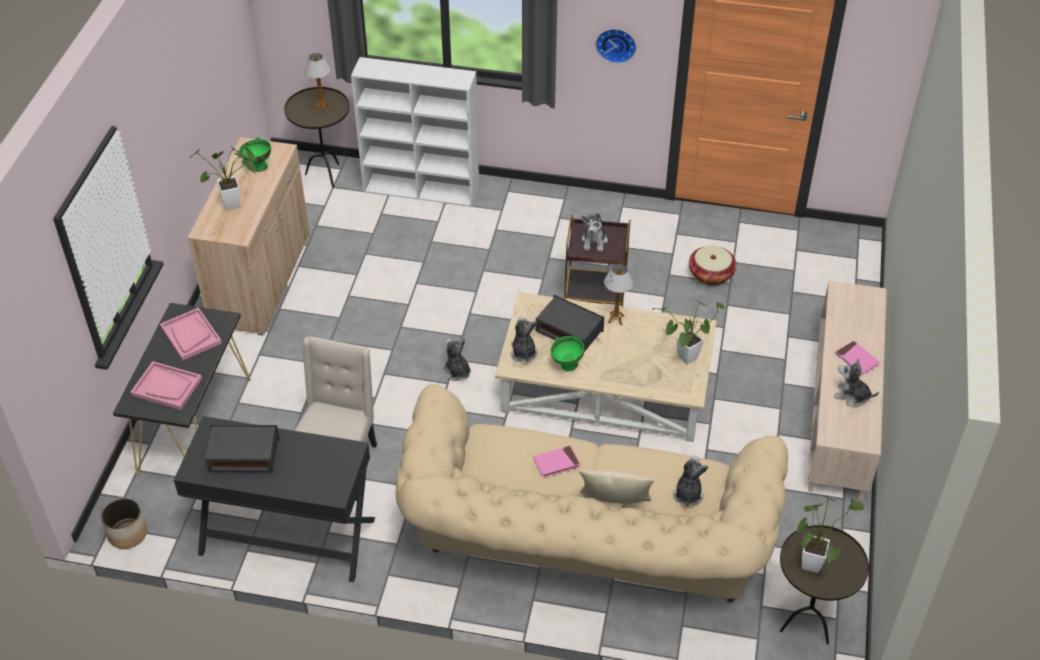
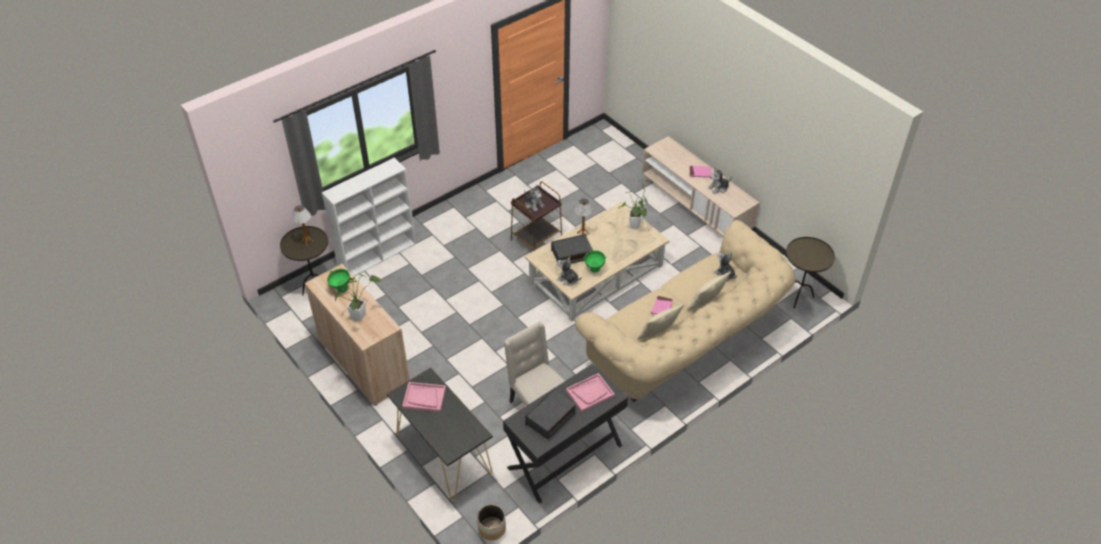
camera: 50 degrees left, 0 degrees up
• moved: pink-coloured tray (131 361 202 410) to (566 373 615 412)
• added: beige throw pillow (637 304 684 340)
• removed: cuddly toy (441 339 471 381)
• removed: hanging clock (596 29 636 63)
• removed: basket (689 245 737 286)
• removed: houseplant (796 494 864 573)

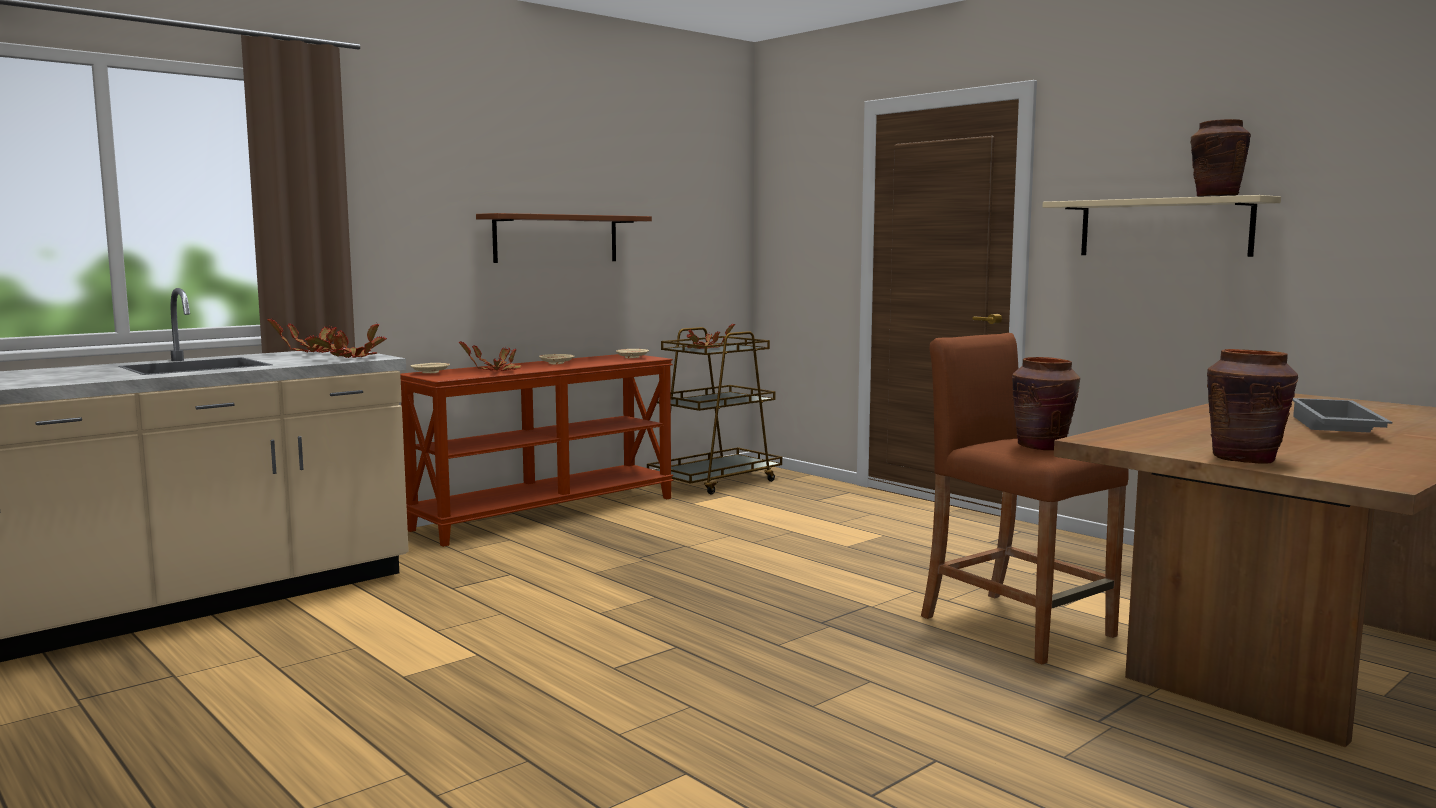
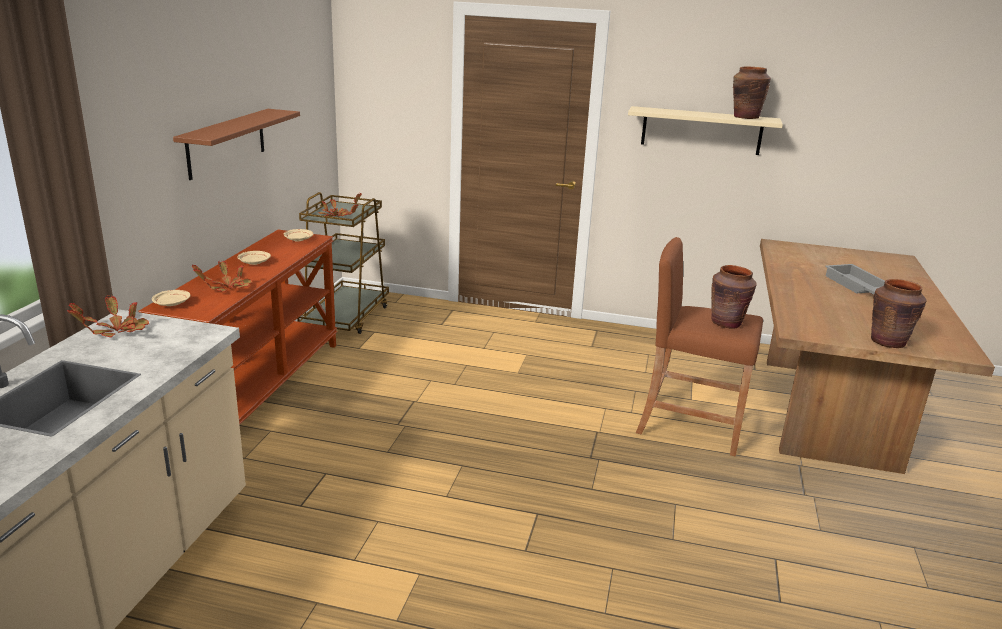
camera: 35 degrees left, 15 degrees up
• removed: houseplant (305 323 387 358)

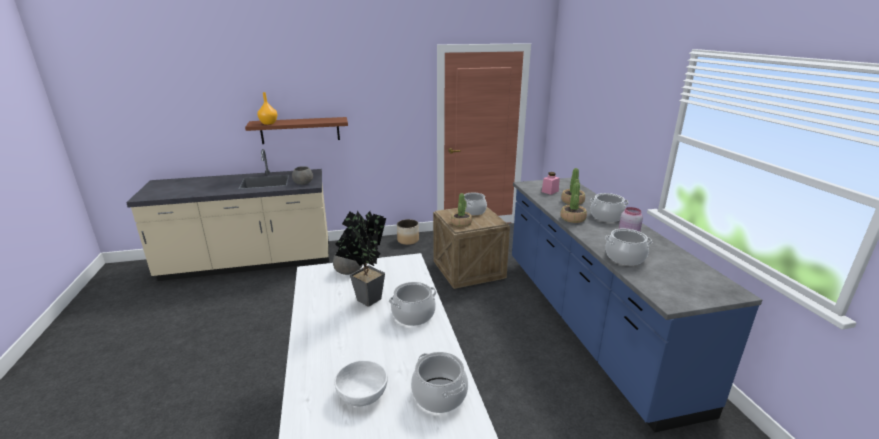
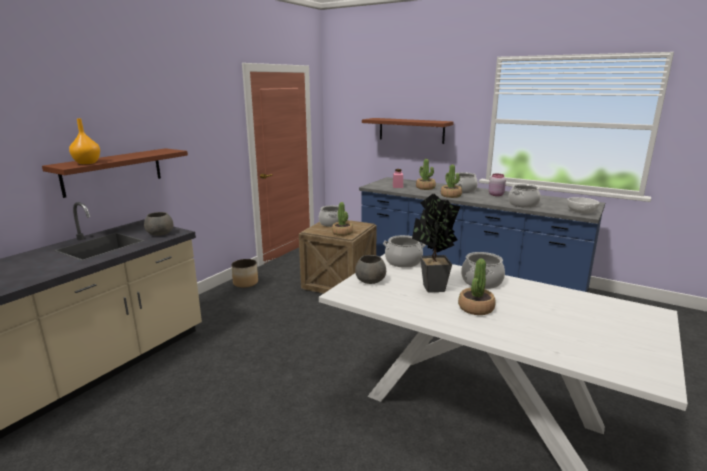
camera: 45 degrees left, 5 degrees down
• added: brown shelf (362 118 454 144)
• moved: cooking pot (411 352 468 413) to (383 235 426 268)
• added: houseplant (458 258 496 315)
• moved: white-coloured serving bowl (334 360 388 406) to (567 197 600 213)

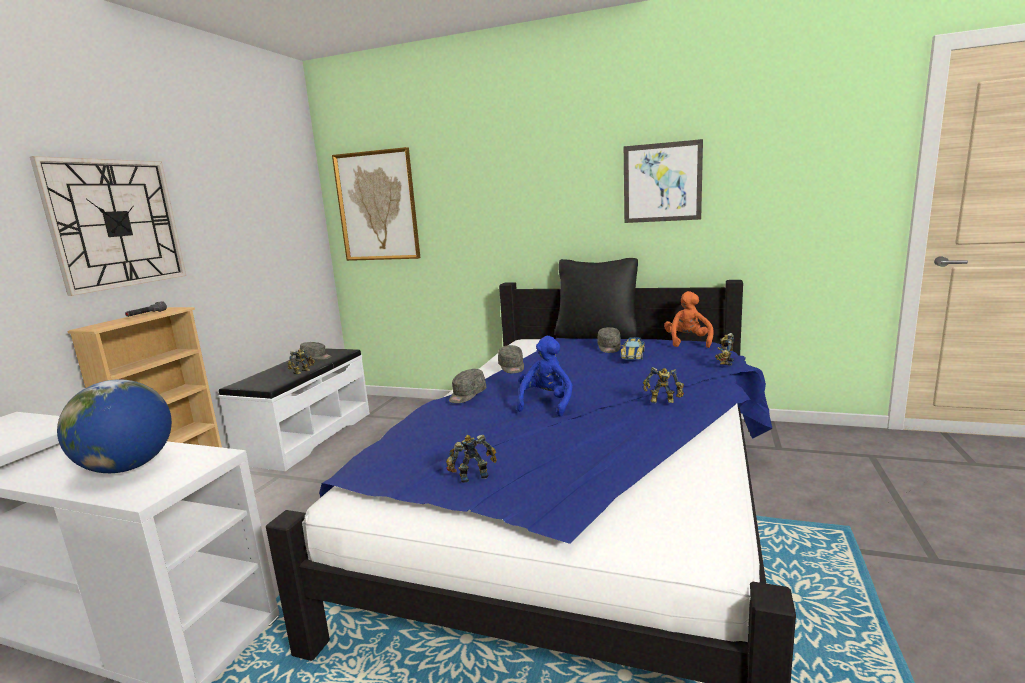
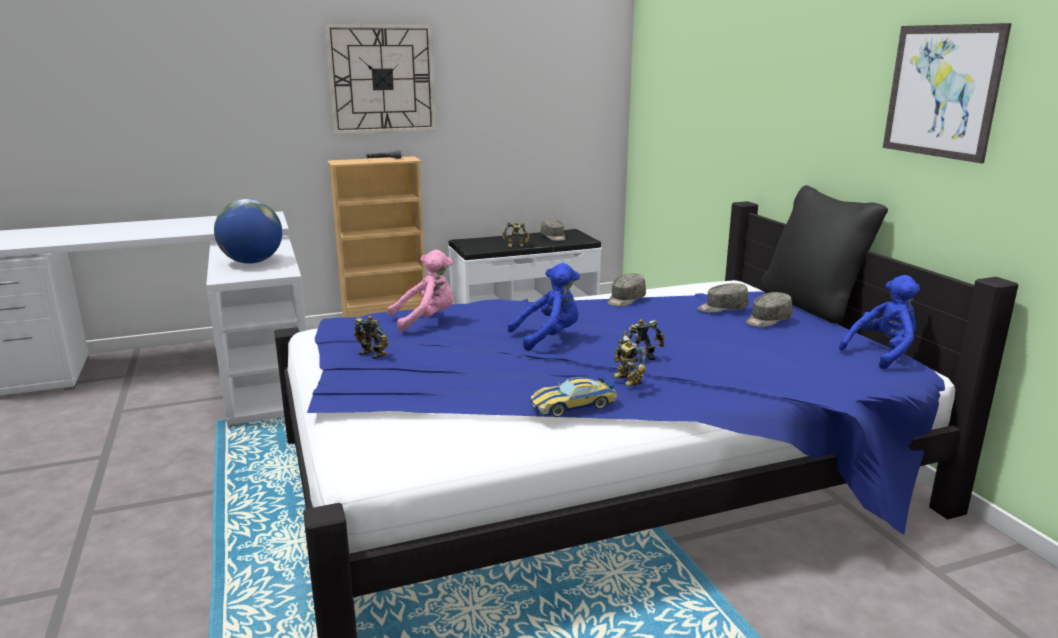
camera: 50 degrees right, 5 degrees up
• added: pink-coloured cuddly toy (388 250 454 332)
• moved: toy car (621 337 645 360) to (531 377 618 417)
• moved: robot figure (715 333 734 366) to (618 319 665 362)
• moved: greyish baseball cap (449 369 486 403) to (697 283 749 313)
• recoloured: orangey cuddly toy (664 291 714 348) to bluish cuddly toy (839 275 920 369)
• removed: wall picture (332 147 420 261)

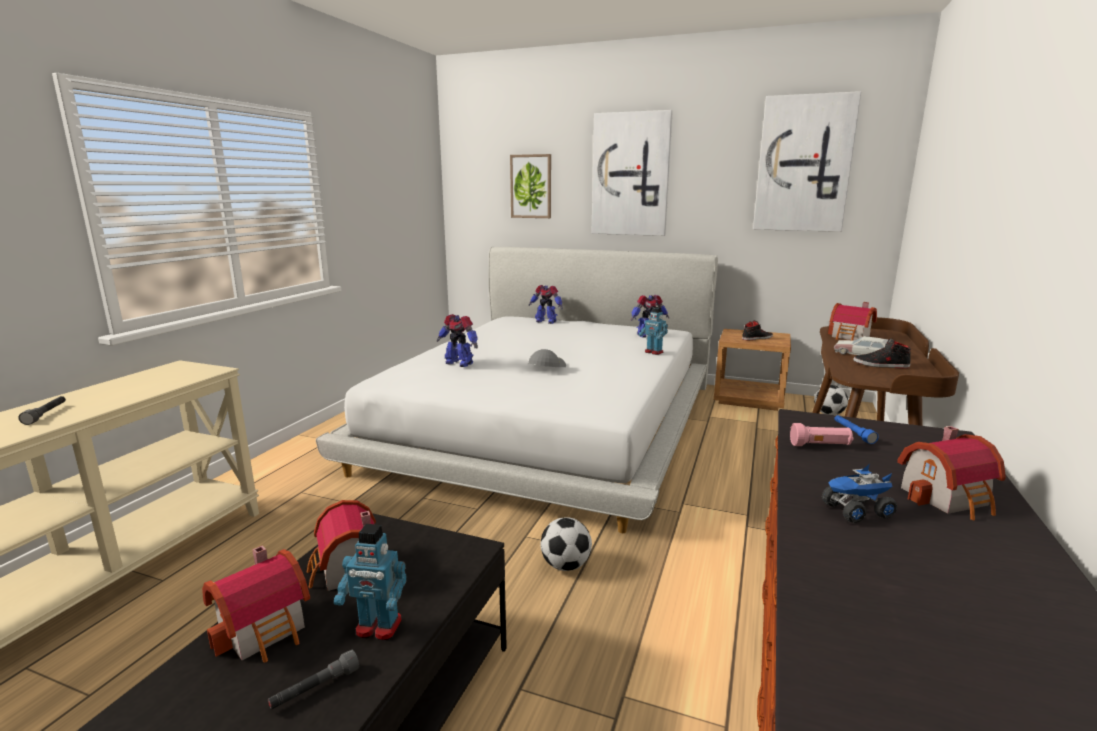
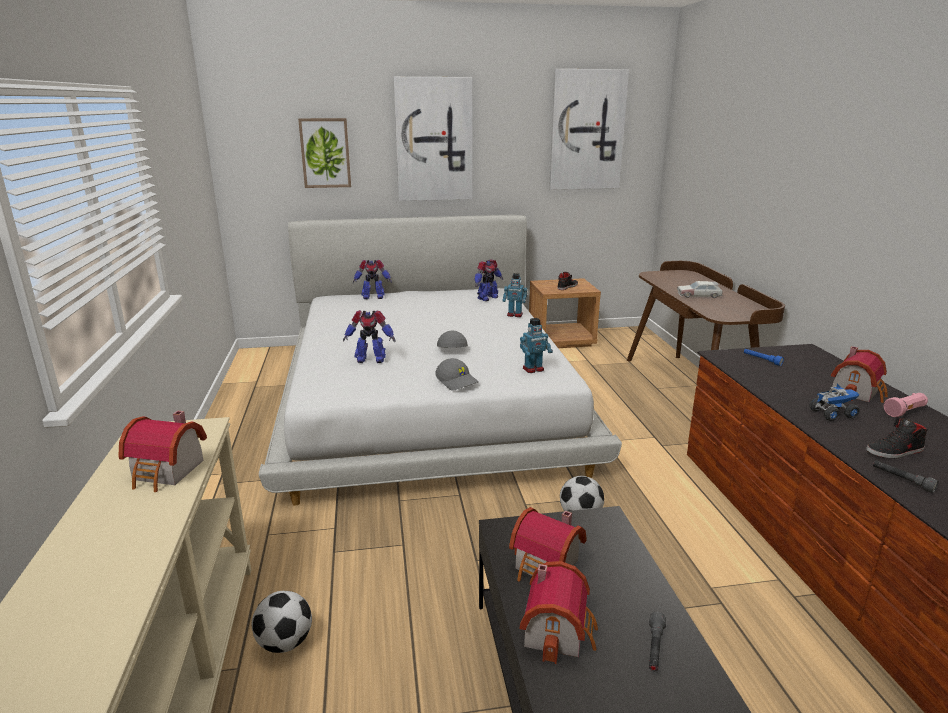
camera: 30 degrees left, 5 degrees up
• moved: toy house (828 302 877 340) to (118 411 207 492)
• moved: football ball (814 385 848 415) to (252 591 312 653)
• added: greyish baseball cap (435 358 479 391)
• moved: robot figure (334 524 407 641) to (520 318 553 373)
• turned: toy lorry (822 464 898 523) = (809 384 860 421) 150 degrees counterclockwise
• moved: black-coloured item of footwear (853 338 911 368) to (866 417 928 459)
• moved: greyish torch (18 396 66 425) to (873 460 939 493)
• moved: pink-coloured torch (790 423 853 446) to (884 393 928 417)

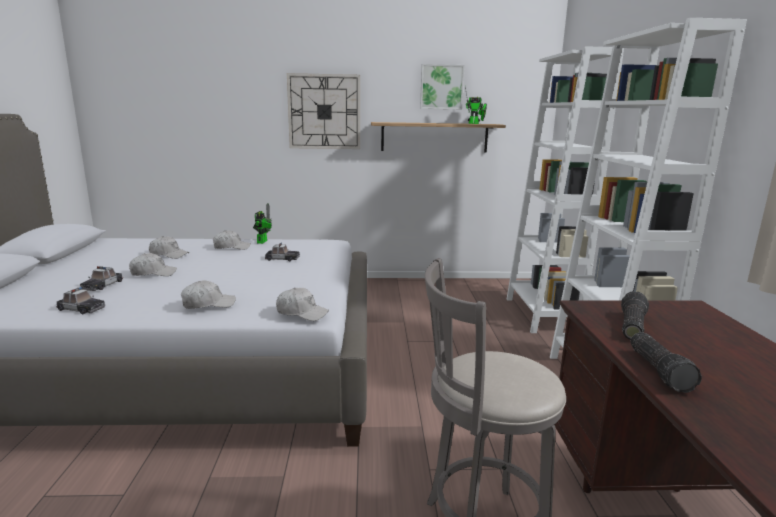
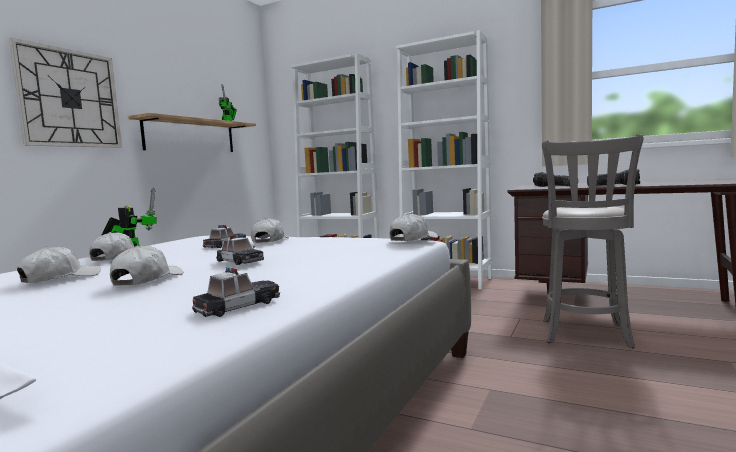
camera: 60 degrees left, 10 degrees down
• moved: toy car (80 266 123 291) to (216 234 264 265)
• moved: white-coloured baseball cap (181 280 236 309) to (251 218 289 243)
• removed: wall picture (420 64 465 109)

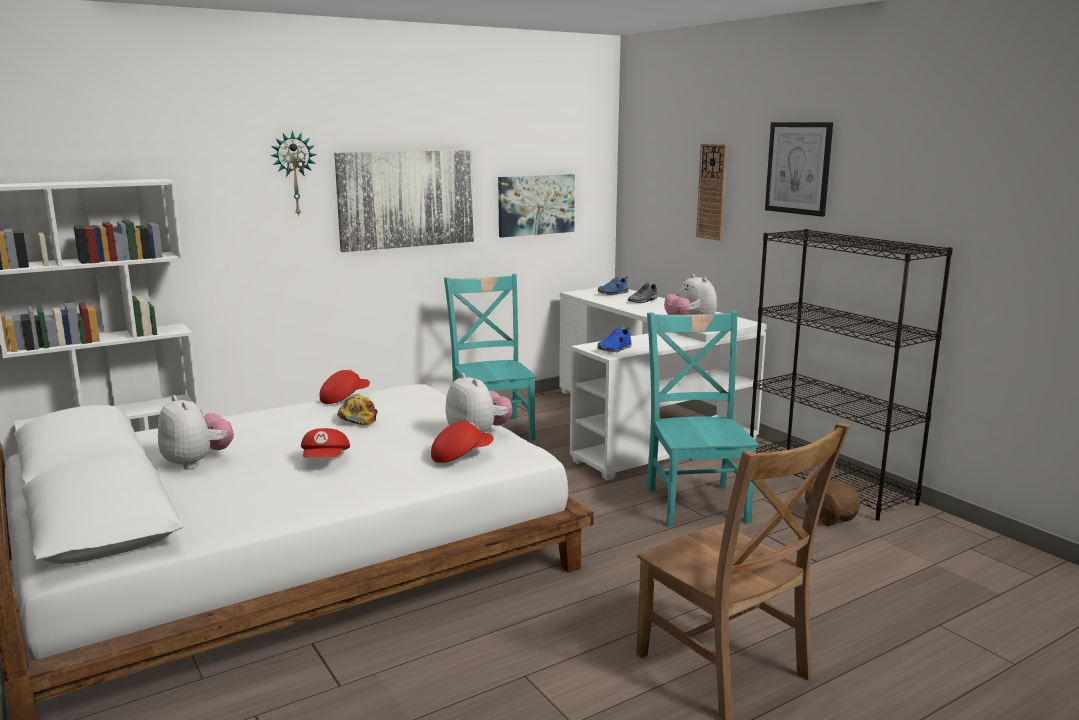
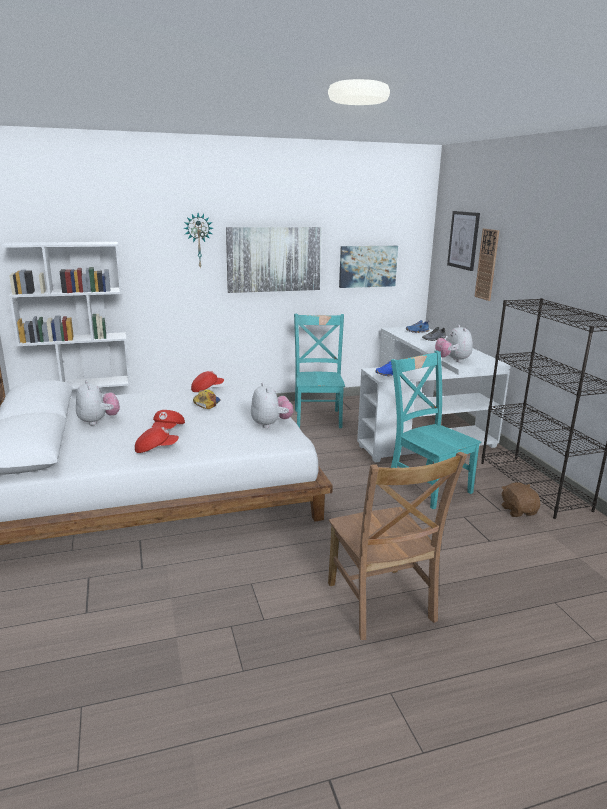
camera: 15 degrees right, 5 degrees up
• moved: red-coloured baseball cap (431 421 494 463) to (135 426 179 453)
• turned: turquoise-coloured upright chair (646 311 759 527) = (391 350 481 509) 45 degrees counterclockwise
• moved: wall picture (765 122 833 217) to (447 211 480 271)

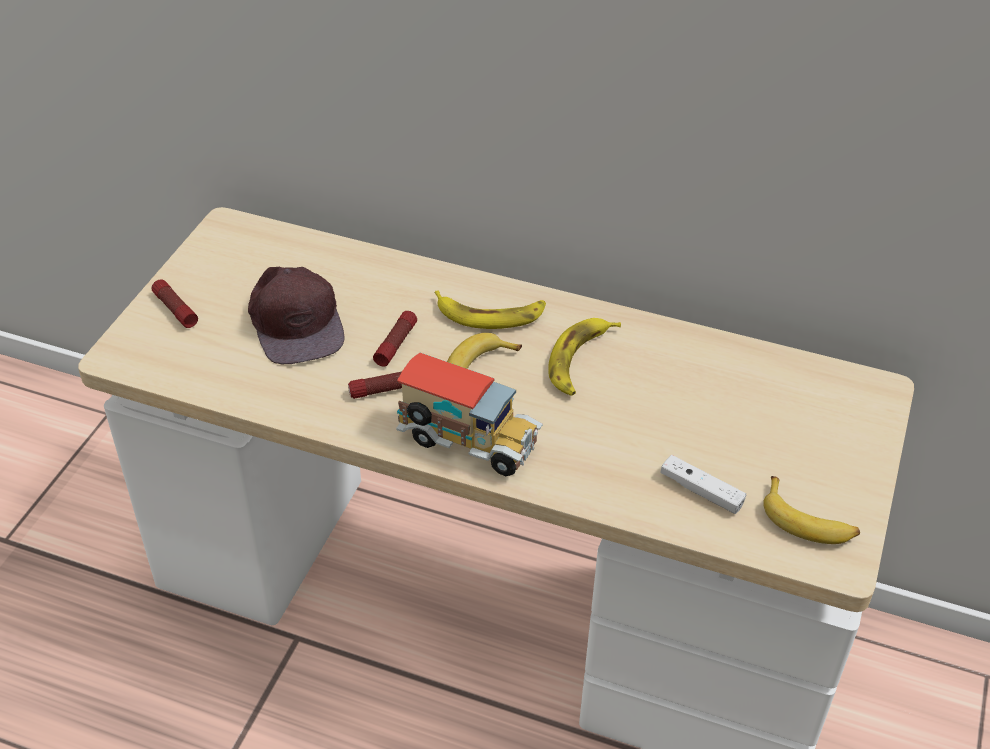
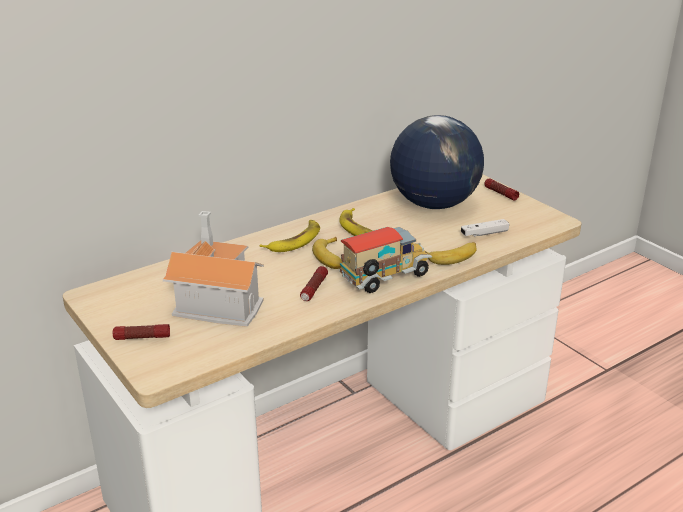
camera: 55 degrees left, 15 degrees down
• replaced: brown baseball cap (248 267 344 364) to toy house (163 211 264 327)
• added: world globe (390 115 484 209)
• moved: banana (763 476 860 544) to (427 242 477 265)
• moved: torch (373 311 417 367) to (484 178 519 201)

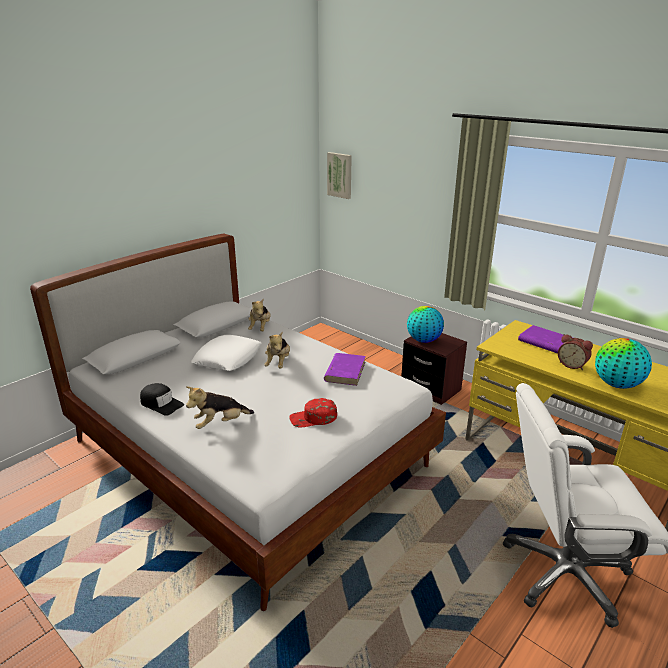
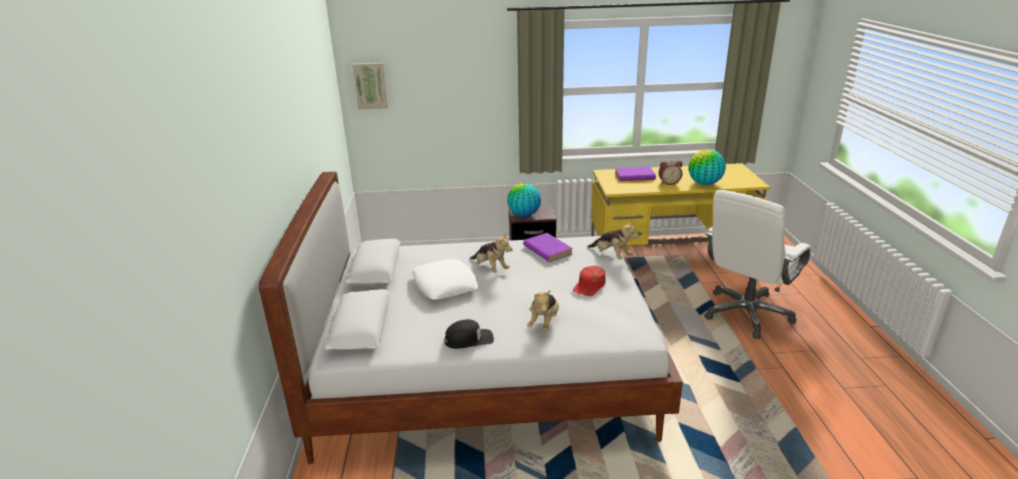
camera: 45 degrees left, 0 degrees up
• moved: cuddly toy (248 298 271 331) to (588 220 639 259)

